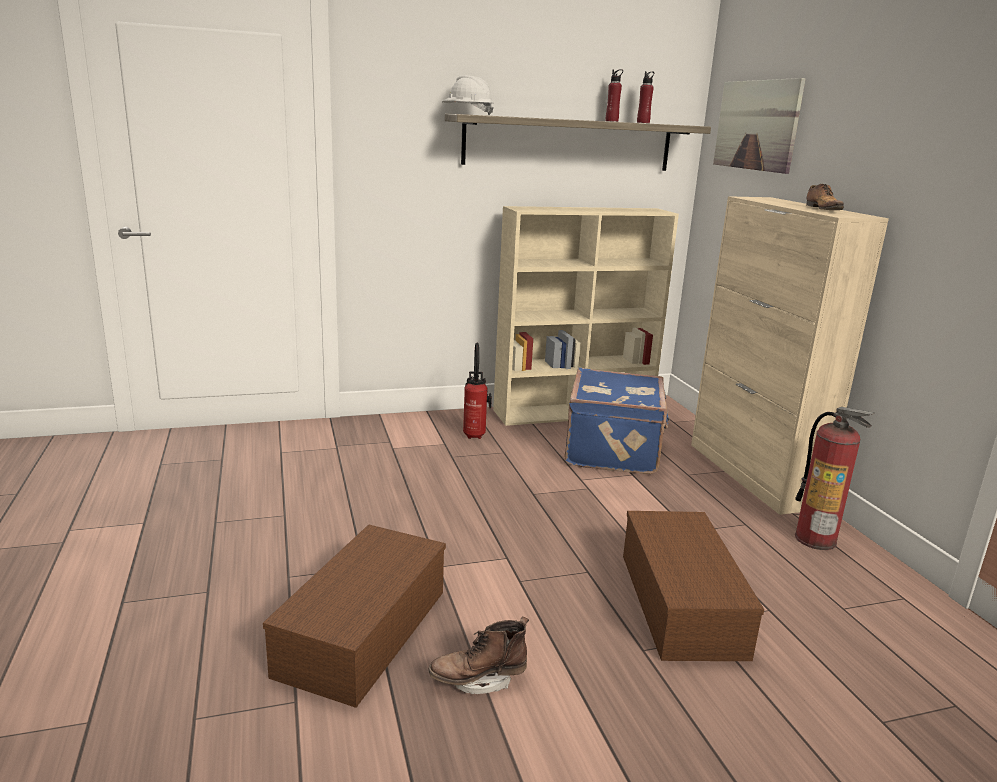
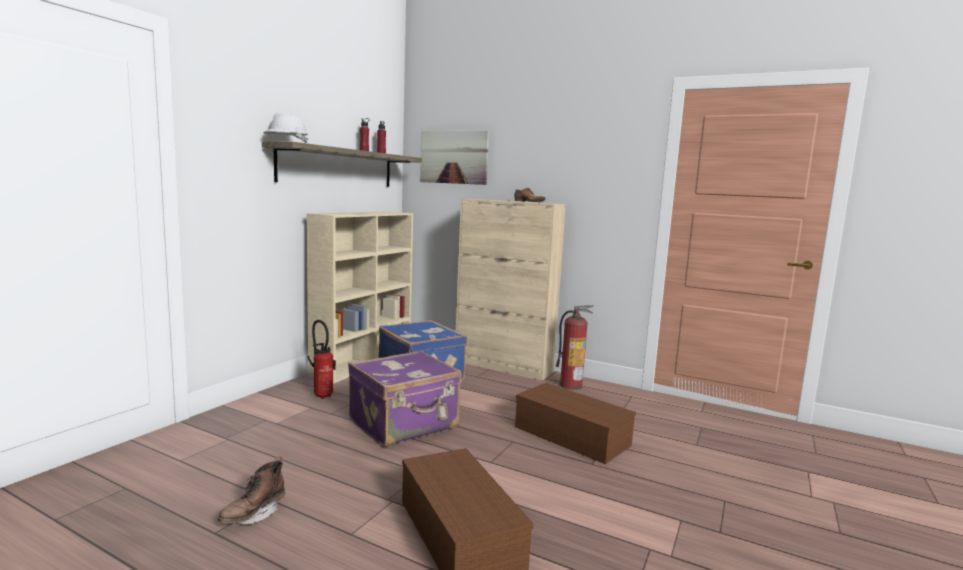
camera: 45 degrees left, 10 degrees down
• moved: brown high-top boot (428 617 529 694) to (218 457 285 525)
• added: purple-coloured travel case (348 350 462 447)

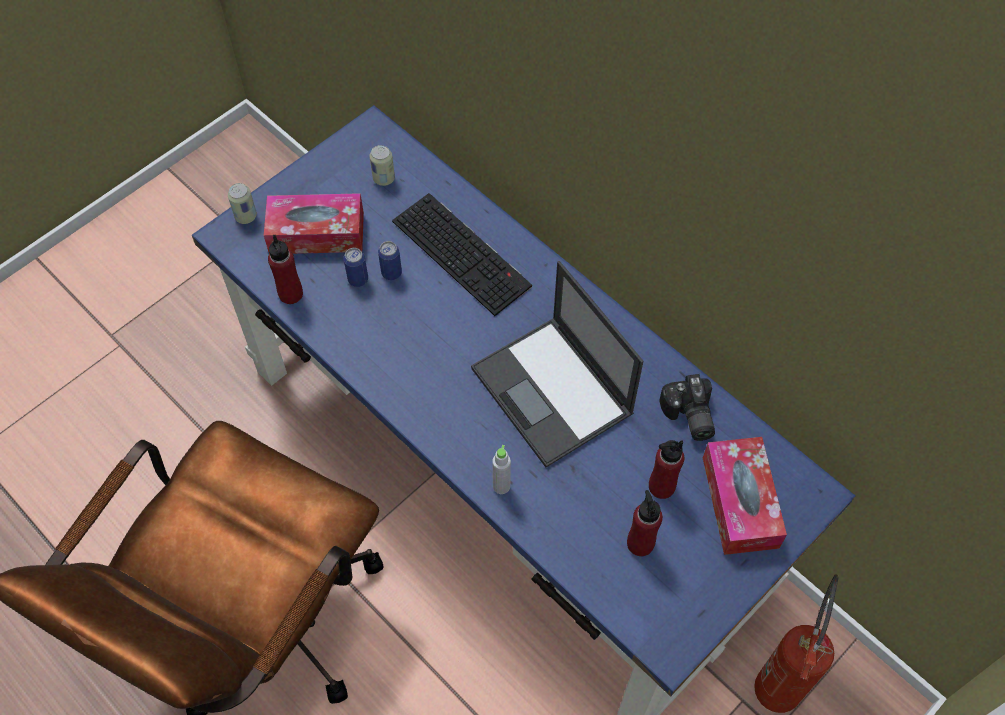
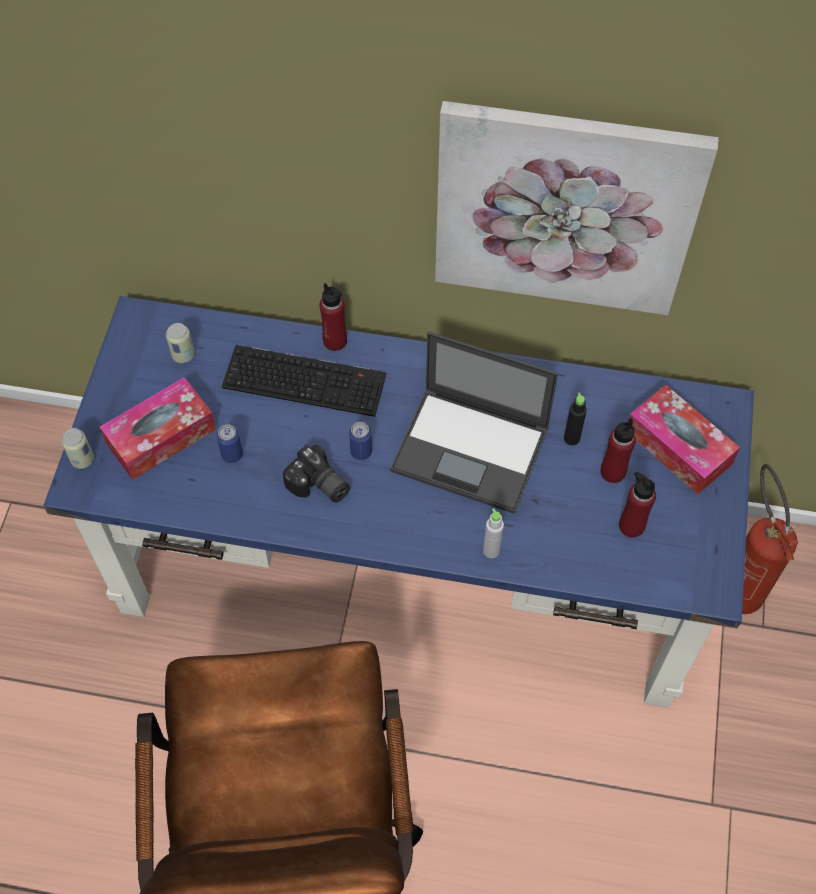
camera: 35 degrees left, 0 degrees up
• moved: still camera (659 374 715 441) to (283 445 350 503)
• moved: red-coloured drink bottle (268 235 303 304) to (320 283 347 351)
• moved: can (378 241 402 280) to (349 422 372 460)
• added: wall picture (435 101 719 315)
• added: black-coloured drink bottle (564 393 587 445)

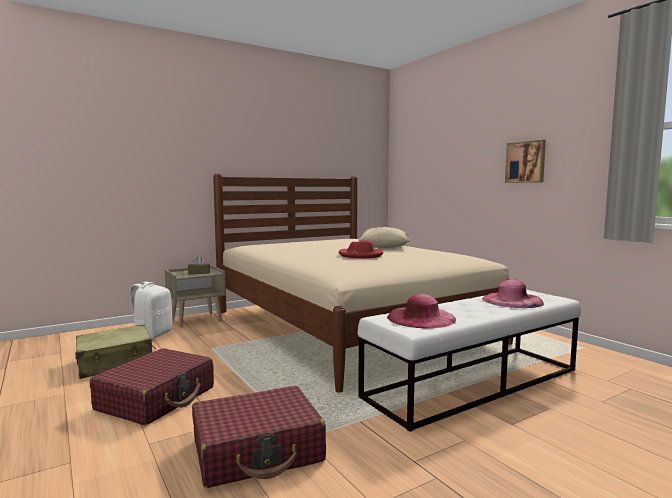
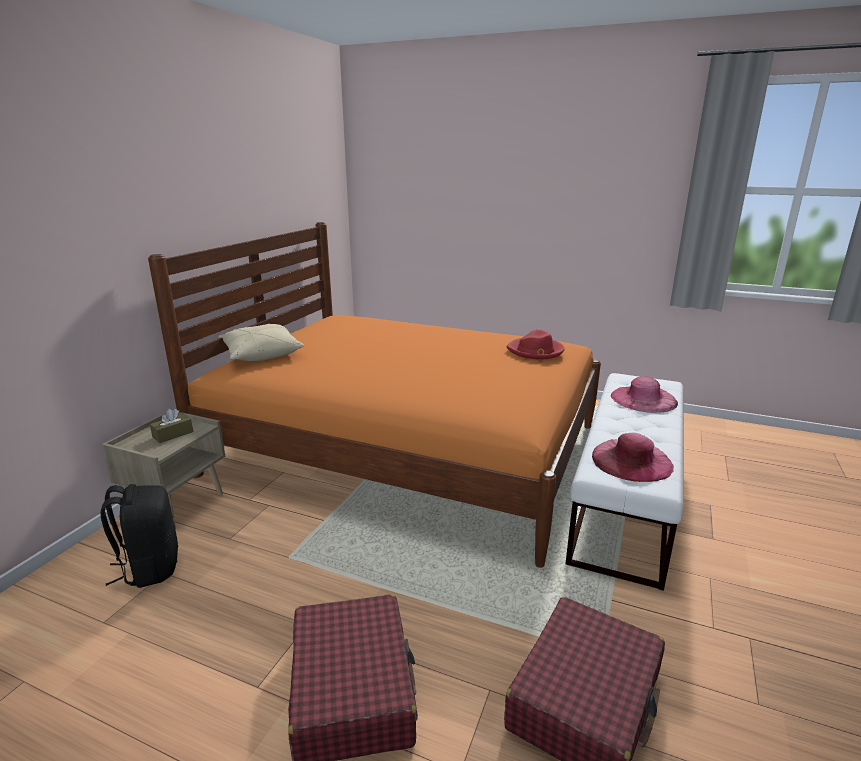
camera: 35 degrees left, 15 degrees up
• recoloured: white-coloured knapsack (129 281 173 339) to black-coloured knapsack (101 484 178 588)
• recoloured: beige sleeping bed (213 174 517 393) to orangey sleeping bed (148 222 601 568)
• moved: beige throw pillow (359 227 410 248) to (219 324 304 361)
• moved: red-coloured clothing hat (339 240 383 258) to (507 330 565 360)
• removed: beige travel case (75 324 156 379)
• removed: wall picture (505 140 546 183)

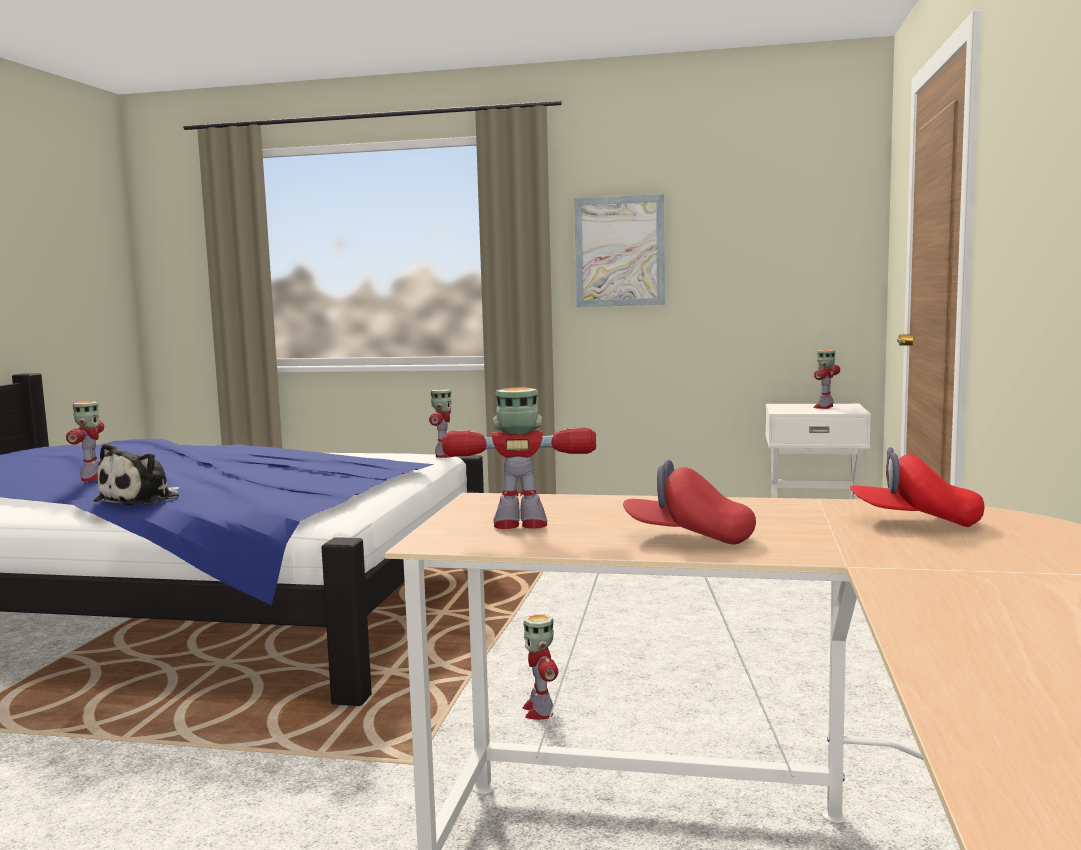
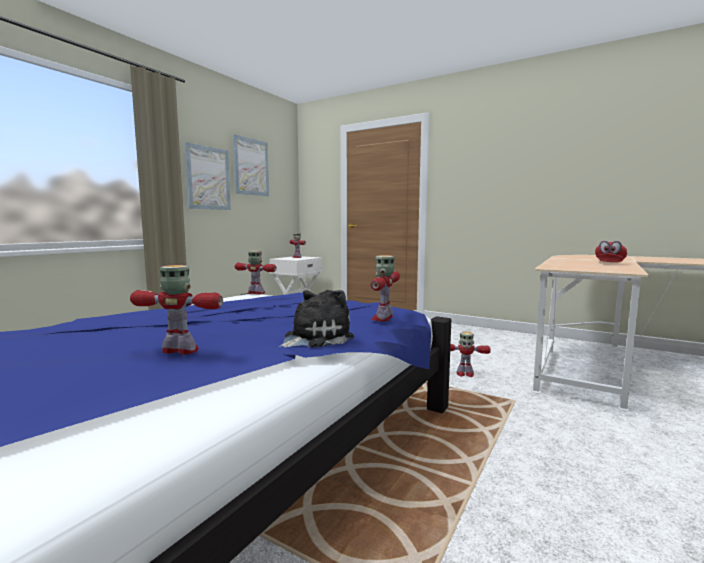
camera: 70 degrees left, 0 degrees up
• added: wall picture (233 134 269 196)
• turned: cuddly toy (93 443 180 505) = (278 290 354 348) 90 degrees counterclockwise
• moved: robot figure (442 387 596 529) to (371 255 400 321)
• removed: red-coloured baseball cap (850 447 984 527)

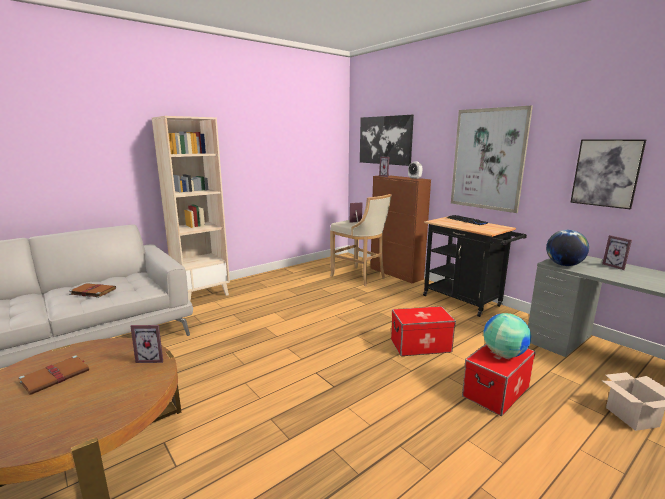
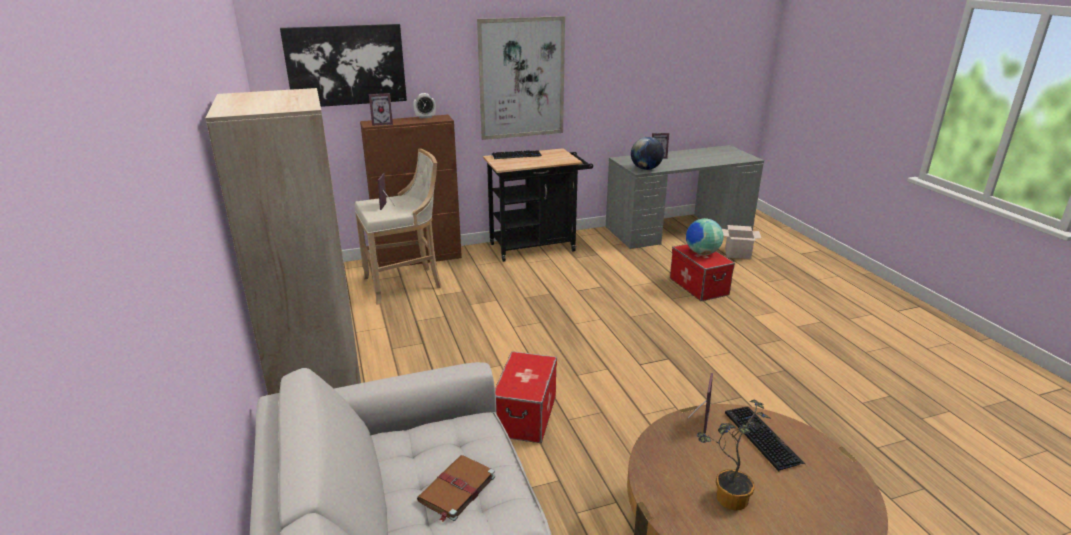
camera: 70 degrees left, 10 degrees up
• moved: storage box (391 306 456 356) to (495 351 557 443)
• replaced: brown volume (19 355 89 395) to houseplant (697 400 771 511)
• added: keyboard (725 407 805 471)
• removed: wall picture (570 139 646 209)

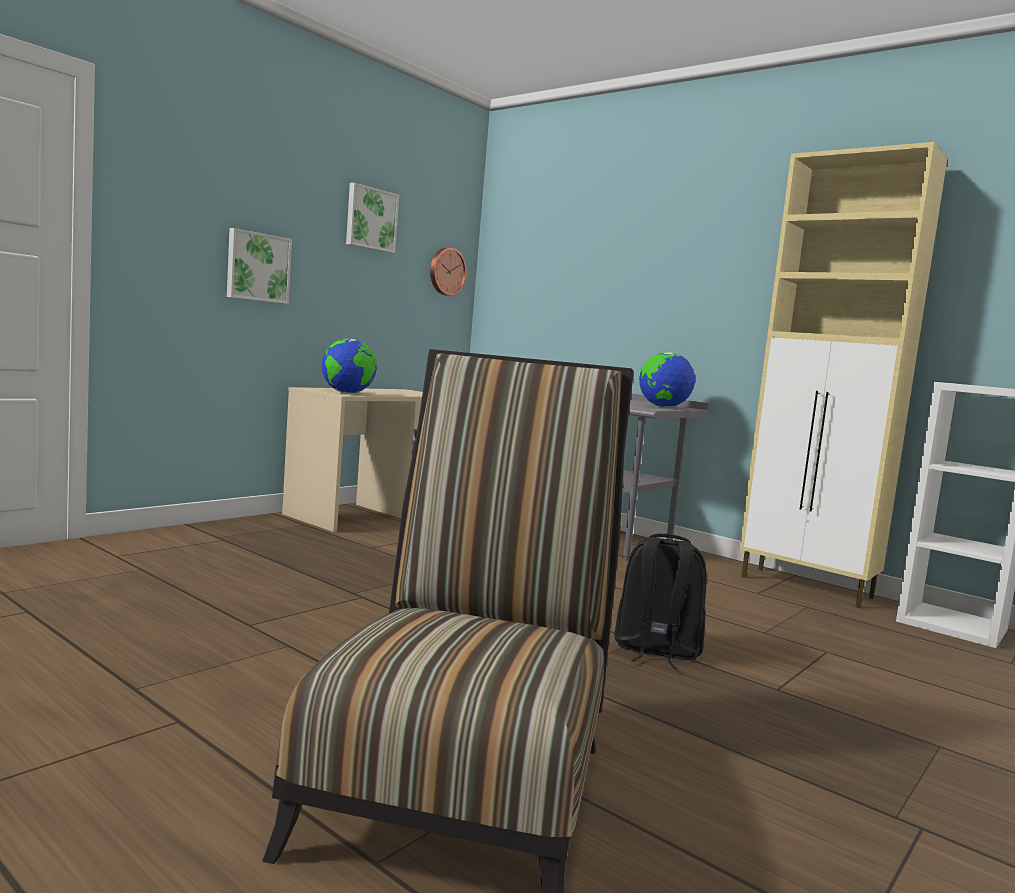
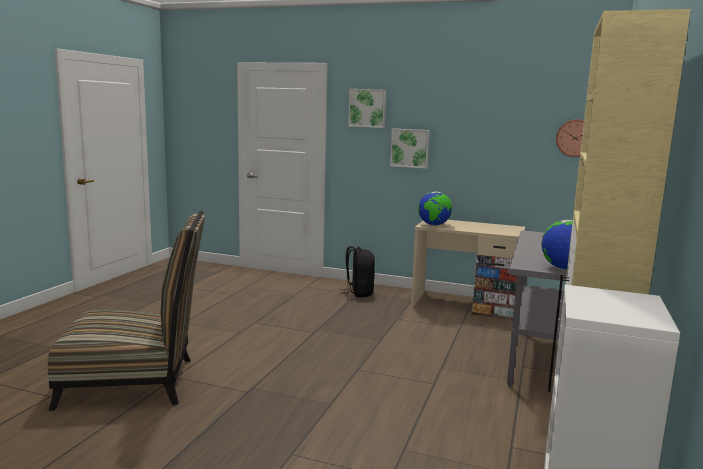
camera: 70 degrees right, 5 degrees up
• moved: black-coloured knapsack (614 534 707 669) to (340 246 375 297)
• moved: wall picture (346 183 399 253) to (348 89 386 128)

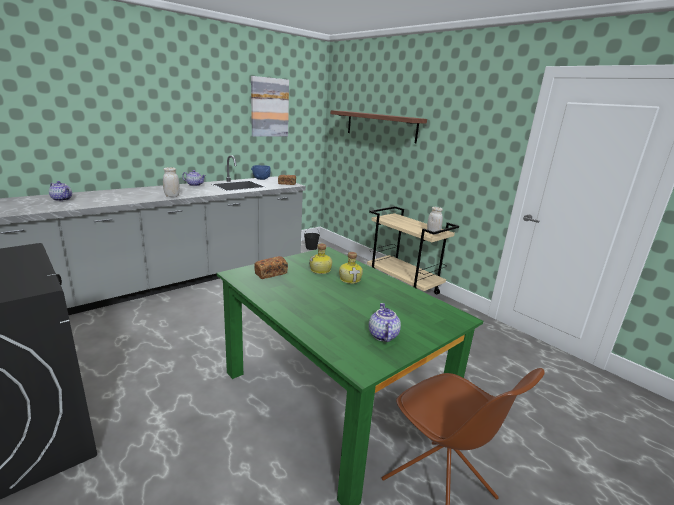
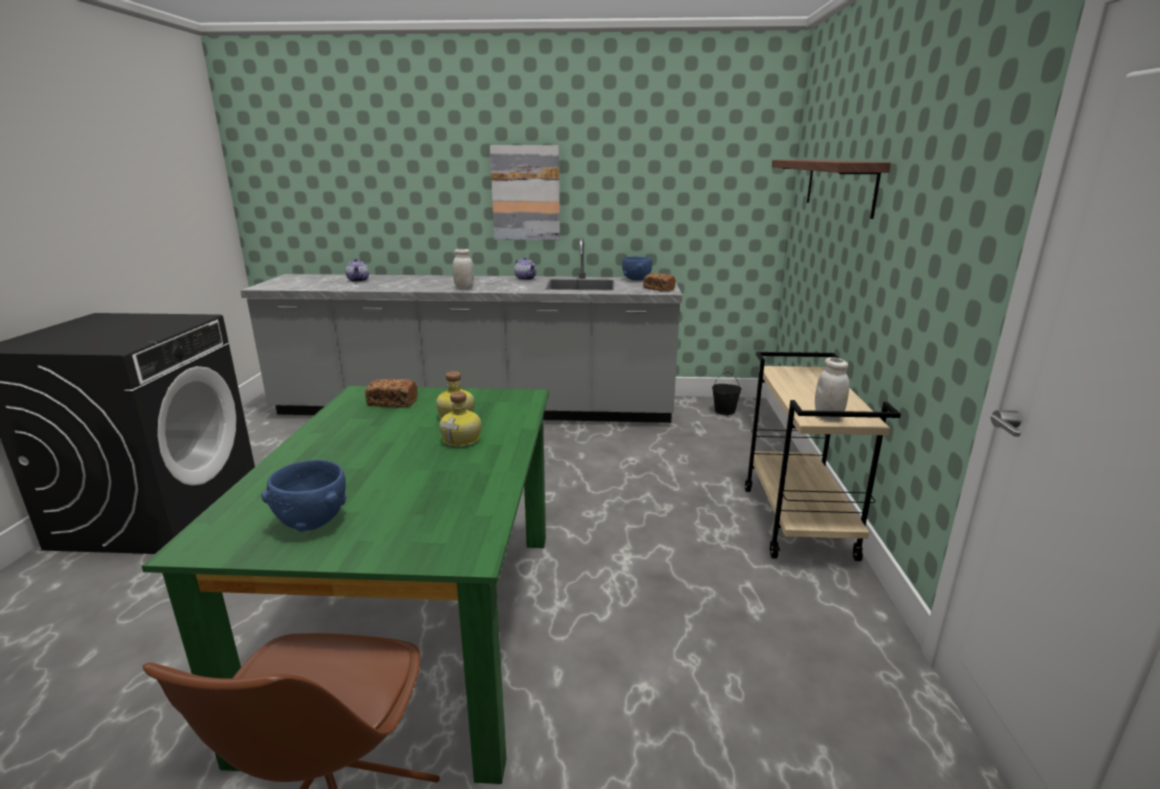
camera: 45 degrees right, 0 degrees up
• replaced: pot for tea (369 303 401 342) to bluish serving bowl (261 460 346 532)
• moved: wall picture (251 76 289 137) to (490 146 560 240)

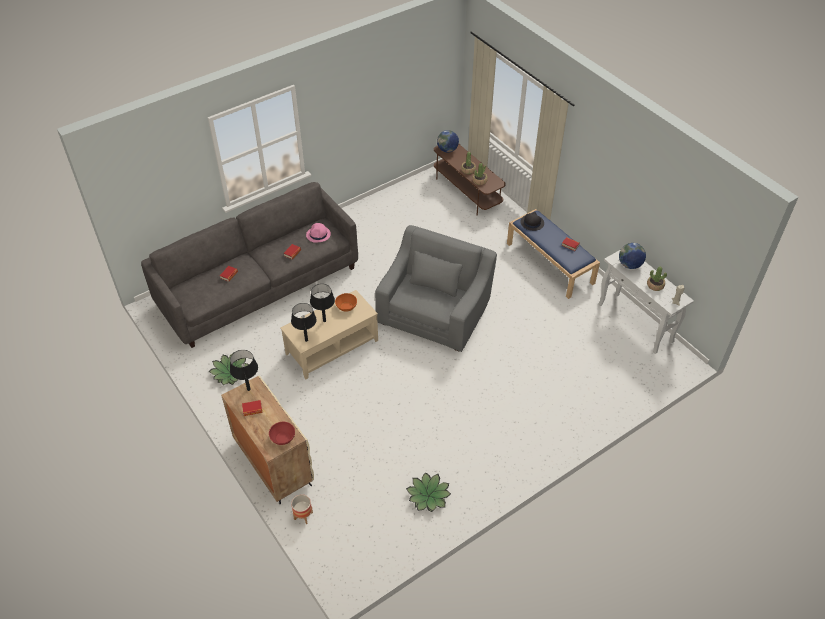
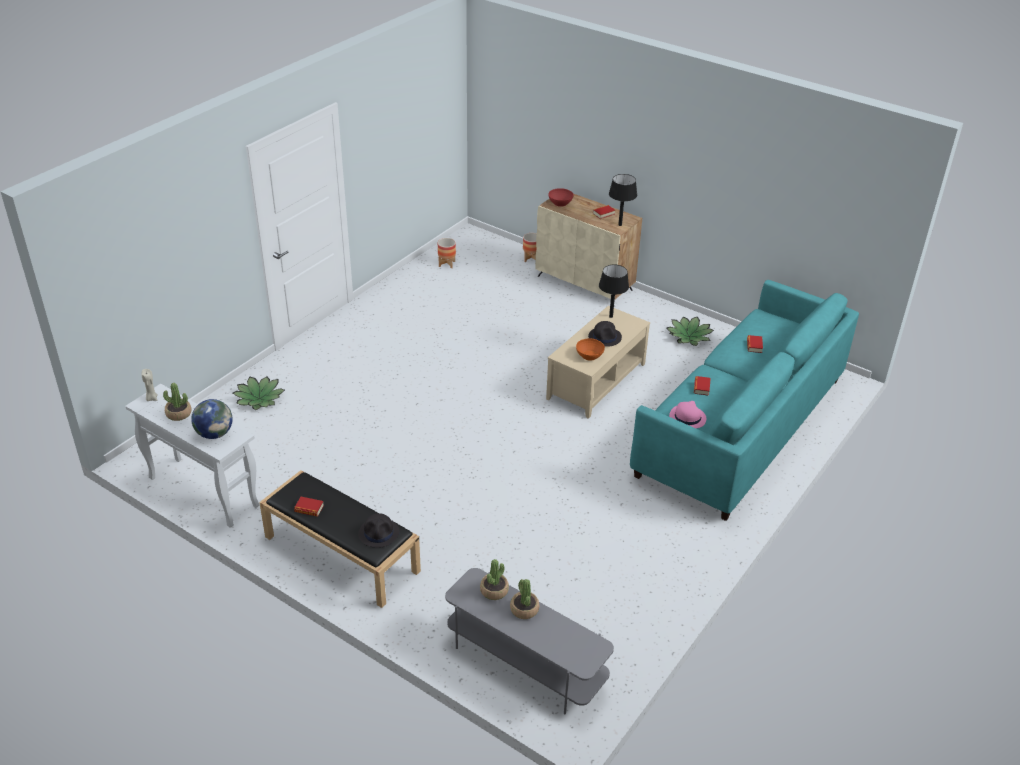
camera: 160 degrees right, 10 degrees down
• moved: houseplant (406 472 451 512) to (233 377 285 410)
• recoloured: bluish long seat (507 209 600 299) to black-coloured long seat (259 470 421 608)
• added: plant pot (438 238 456 268)
• recoloured: brown media console (434 144 506 215) to greyish media console (445 568 614 715)
• replaced: black-coloured tabletop lamp (310 284 335 322) to black-coloured clothing hat (588 321 622 347)
• recoloured: greyish sofa (141 182 358 348) to turquoise-coloured sofa (630 280 859 521)
• removed: greyish armchair (375 225 497 352)
• removed: world globe (437 130 459 153)

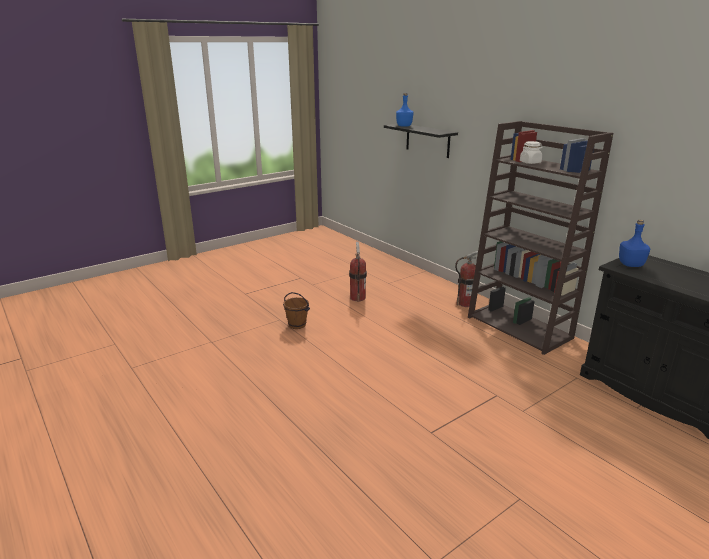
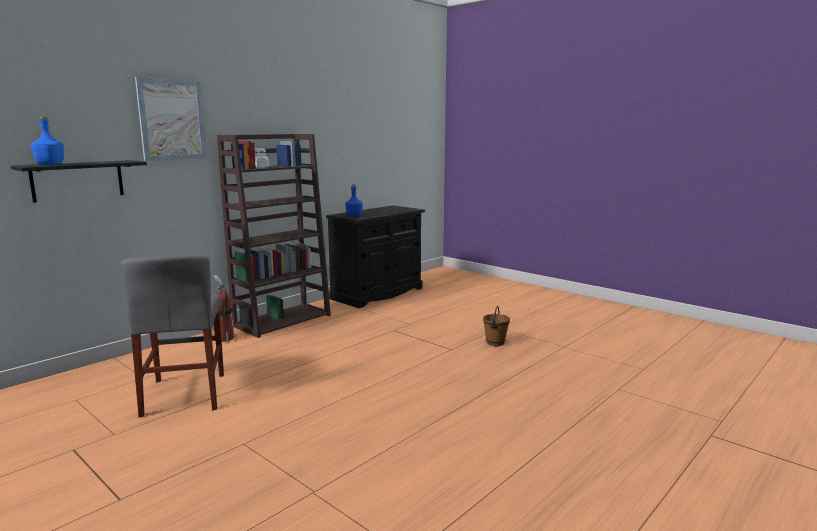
camera: 100 degrees left, 10 degrees down
• replaced: extinguisher (349 242 367 302) to greyish upright chair (121 255 224 417)
• added: wall picture (135 77 207 161)
• moved: brown water bucket (283 292 310 329) to (483 306 510 346)

